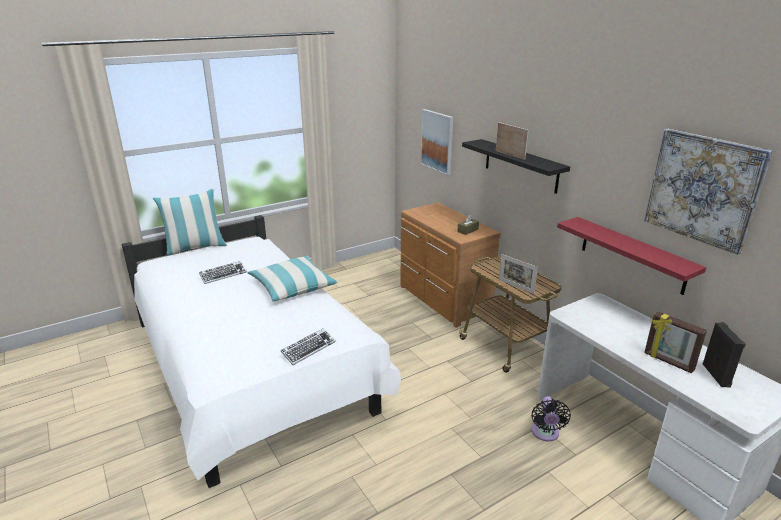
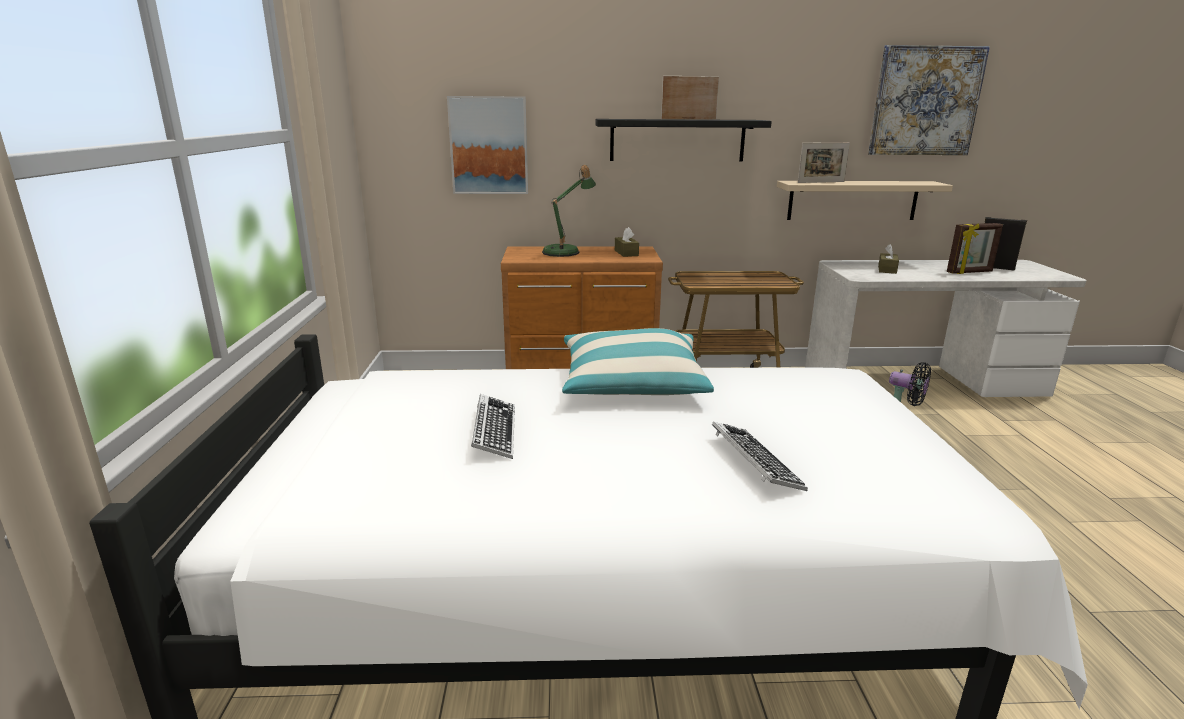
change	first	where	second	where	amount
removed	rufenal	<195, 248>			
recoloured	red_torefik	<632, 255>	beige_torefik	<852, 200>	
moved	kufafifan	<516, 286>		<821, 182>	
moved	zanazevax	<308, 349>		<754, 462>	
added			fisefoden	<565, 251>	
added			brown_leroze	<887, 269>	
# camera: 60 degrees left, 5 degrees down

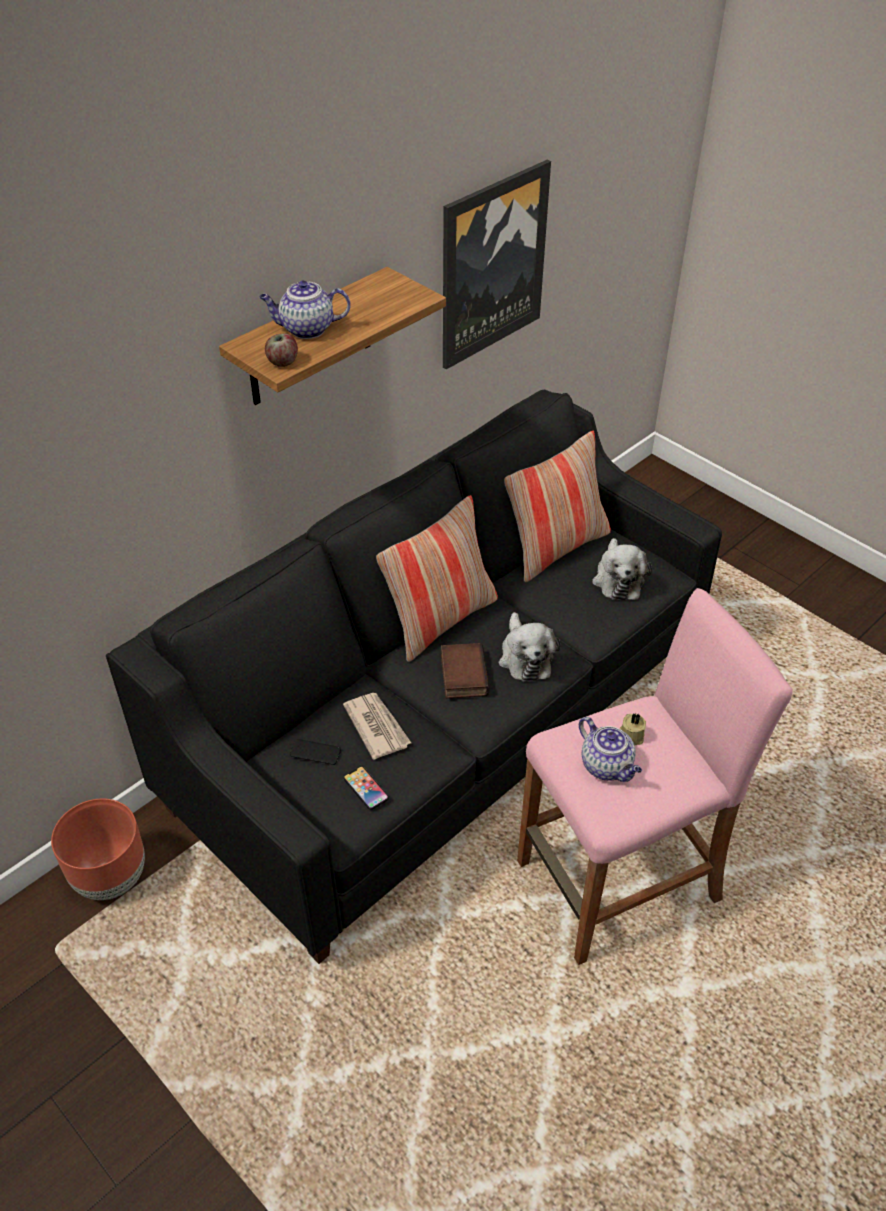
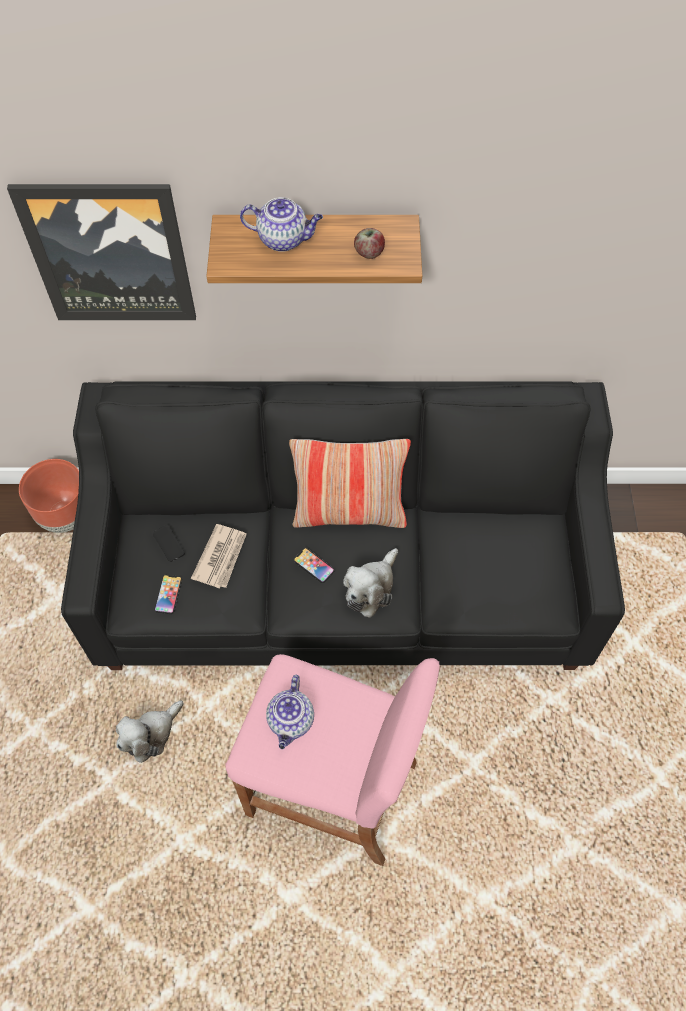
change	first	where	second	where	amount
moved	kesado	<491, 264>		<110, 253>	
turned	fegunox	<306, 329>		<284, 239>	150 degrees clockwise
moved	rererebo	<282, 362>		<369, 253>	
removed	rufenal	<556, 548>			
moved	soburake	<618, 579>		<151, 734>	
replaced	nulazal	<462, 674>	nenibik	<314, 565>	
removed	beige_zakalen	<631, 735>			
# camera: 45 degrees right, 15 degrees up

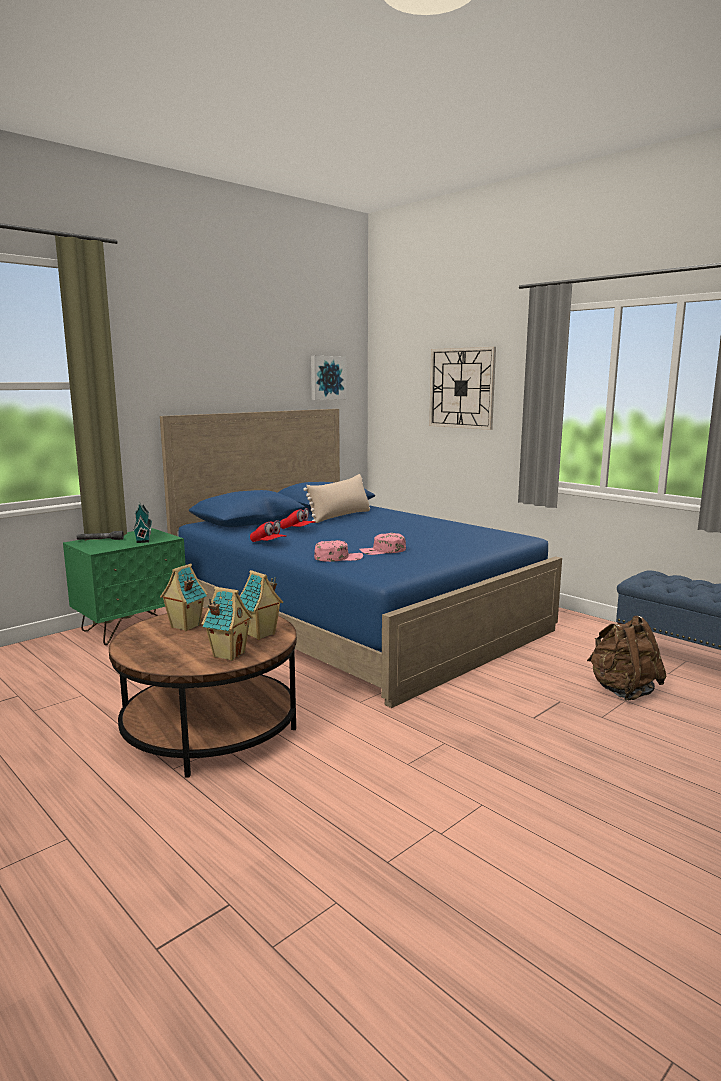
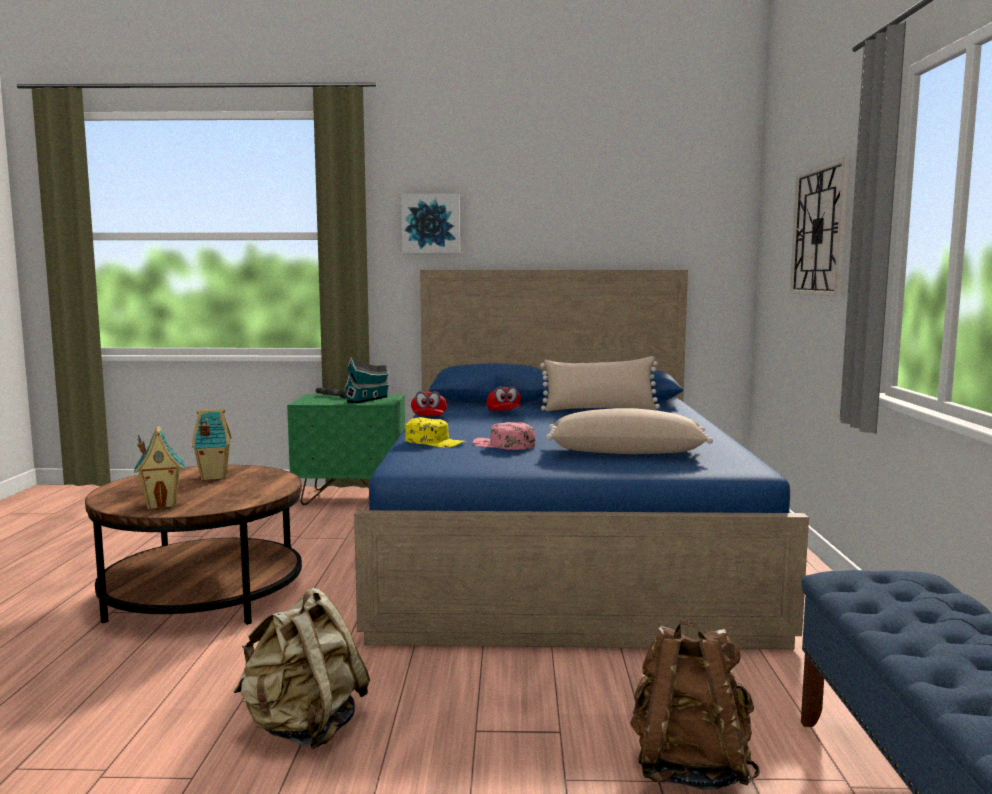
change	first	where	second	where	amount
moved	kesado	<327, 377>		<431, 224>	
recoloured	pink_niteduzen	<338, 558>	yellow_niteduzen	<435, 442>	
removed	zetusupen	<260, 634>			
added			beige_rufenal	<626, 452>	
added			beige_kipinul	<304, 728>	
# camera: 45 degrees right, 5 degrees down

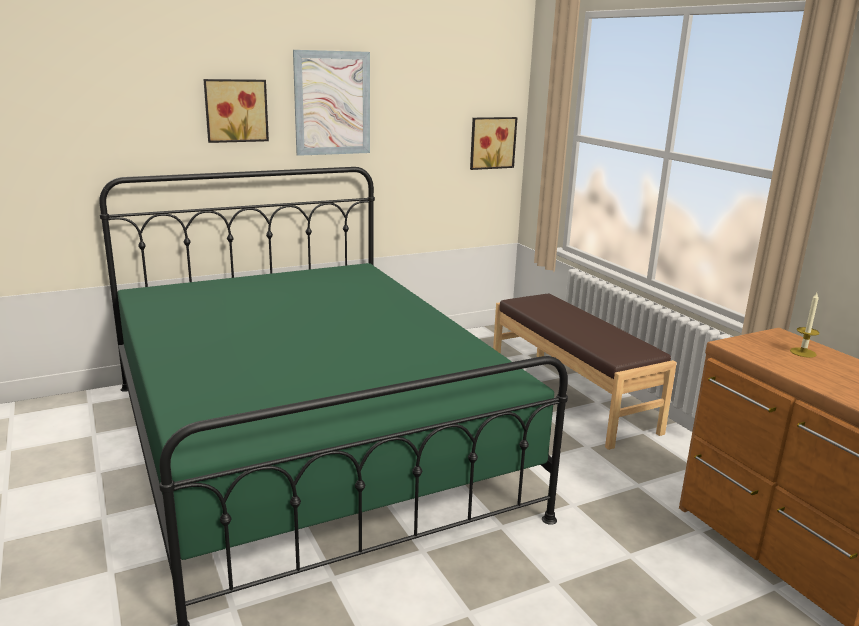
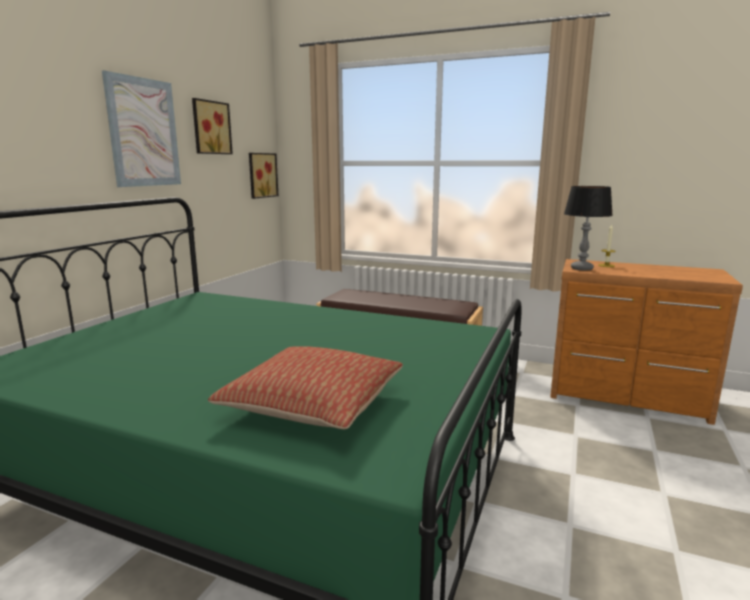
change	first	where	second	where	amount
moved	kesado	<236, 110>		<210, 127>	
added			fisefoden	<581, 268>	
added			rufenal	<313, 405>	
# camera: 40 degrees left, 5 degrees down

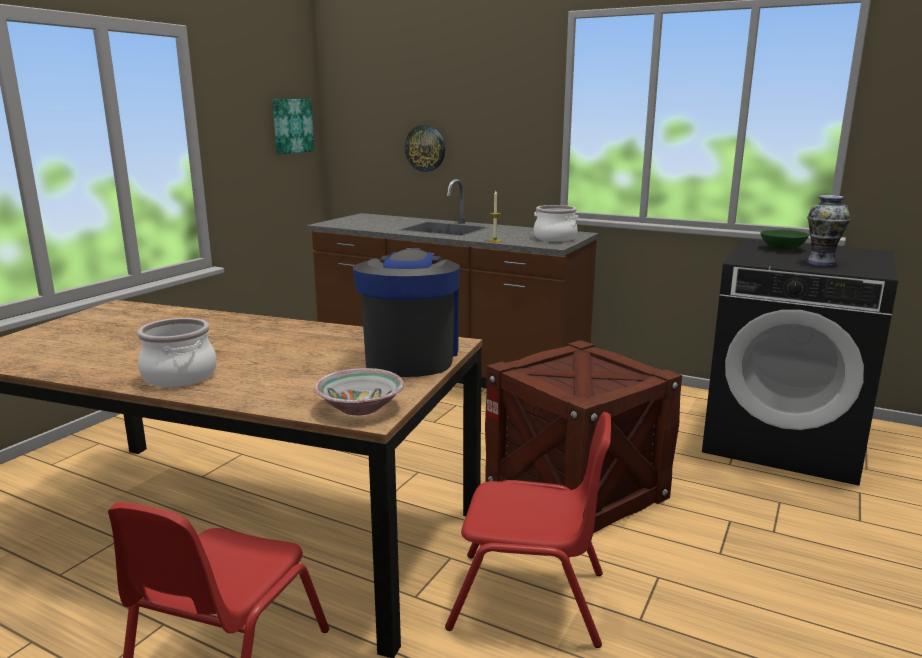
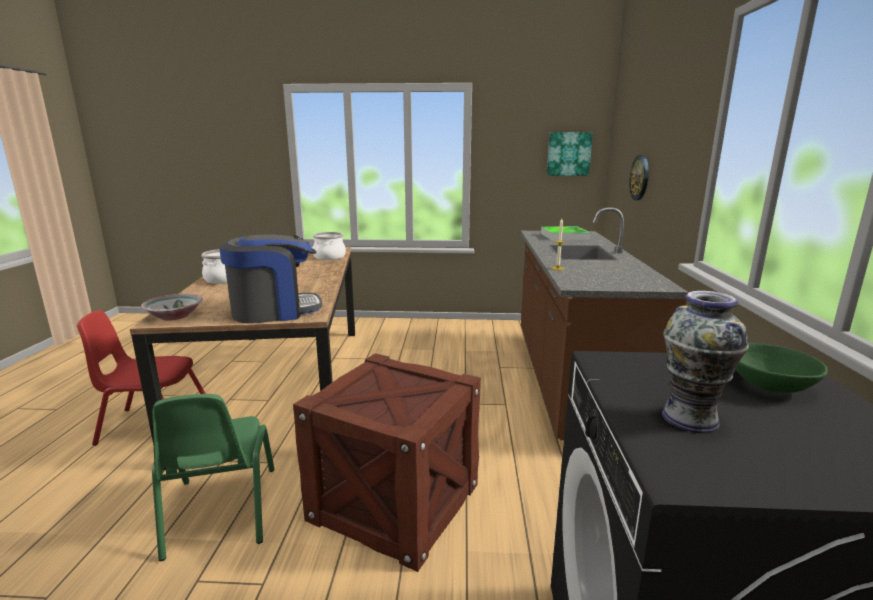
change	first	where	second	where	amount
moved	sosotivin	<555, 238>		<330, 257>	
recoloured	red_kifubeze	<529, 600>	green_kifubeze	<221, 511>	
added			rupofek	<564, 236>	
# camera: 65 degrees right, 0 degrees up

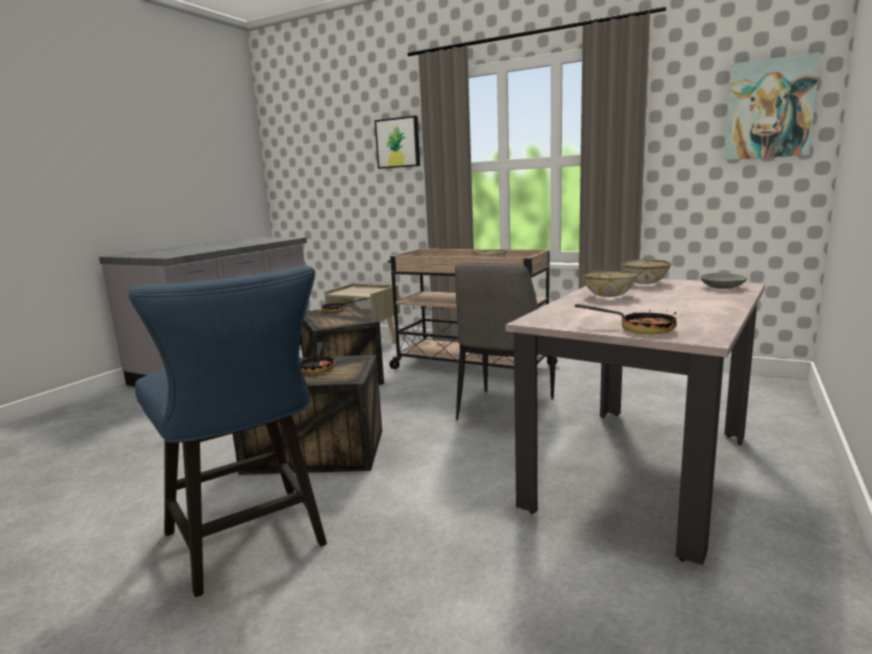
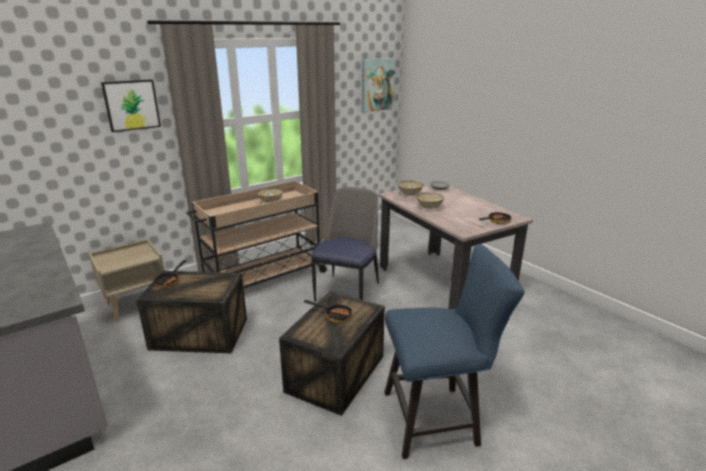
change	first	where	second	where	amount
turned	kifubeze	<506, 410>		<348, 291>	120 degrees counterclockwise
# camera: 65 degrees left, 10 degrees up

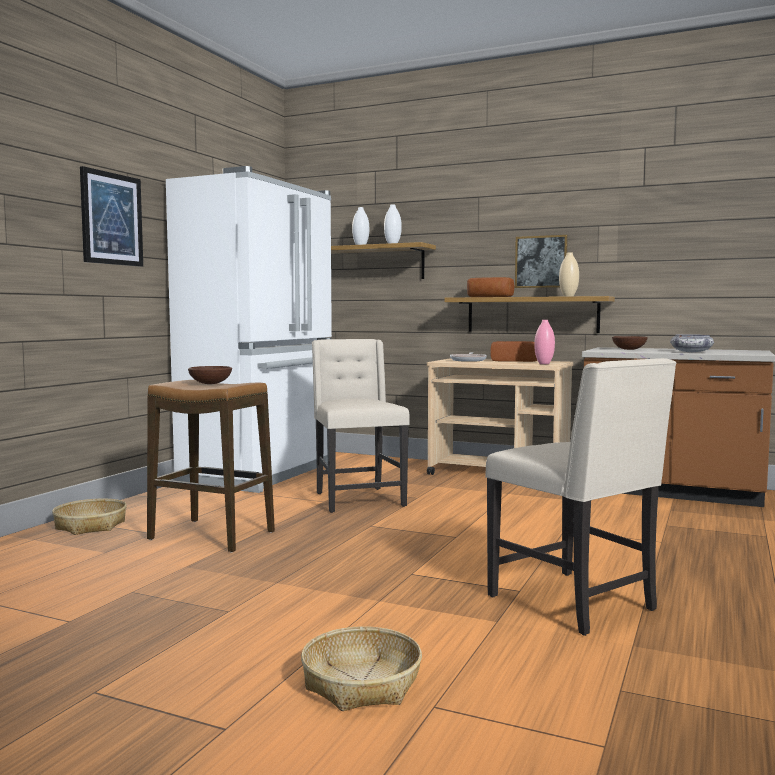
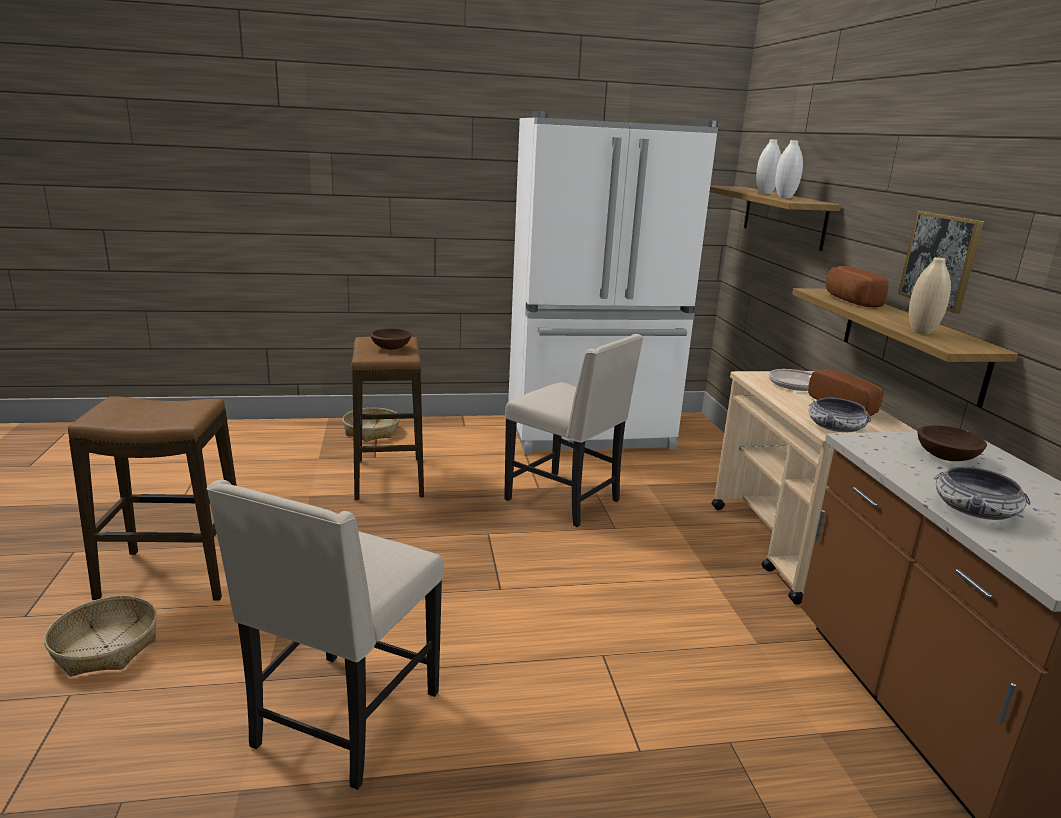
change	first	where	second	where	amount
removed	kesado	<111, 219>			
replaced	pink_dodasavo	<544, 364>	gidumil	<835, 428>	
turned	beige_kifubeze	<357, 499>		<565, 500>	90 degrees clockwise
added			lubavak	<173, 576>	
# camera: 55 degrees right, 15 degrees up

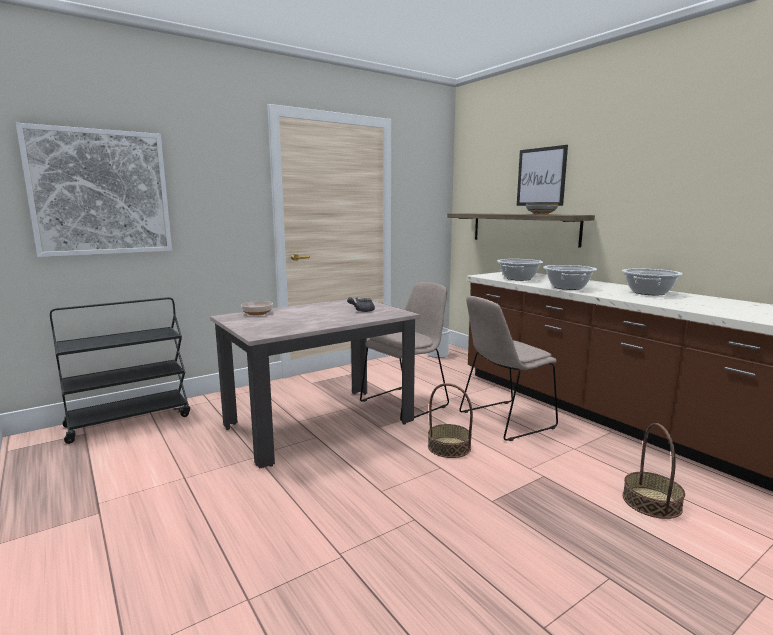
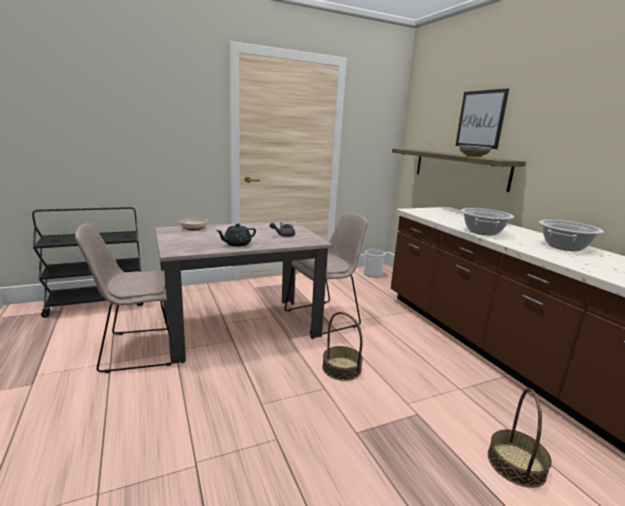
change	first	where	second	where	amount
removed	kesado	<101, 193>			
removed	sosotivin	<518, 278>			
moved	beige_kifubeze	<504, 421>		<138, 349>	
added			black_fegunox	<237, 244>	
# camera: 10 degrees right, 5 degrees up

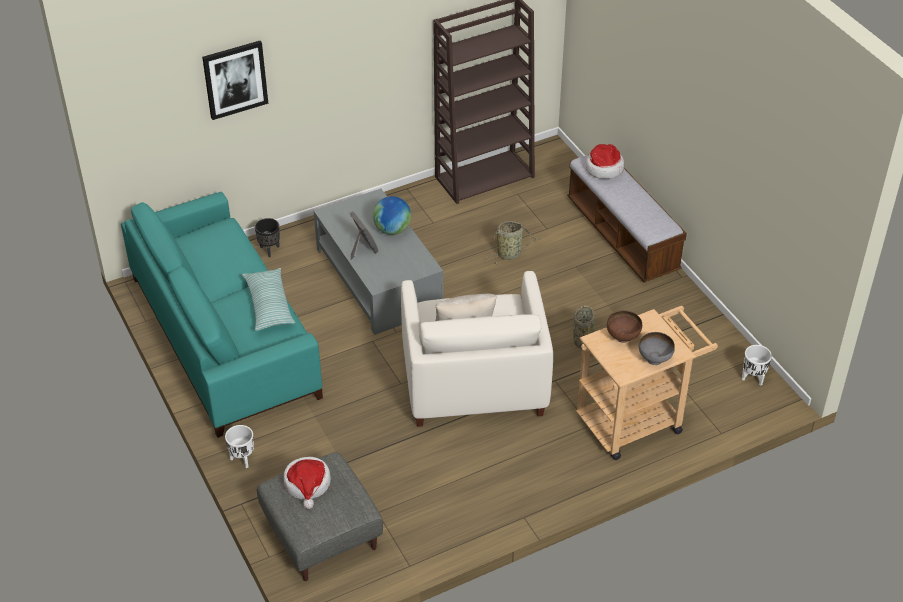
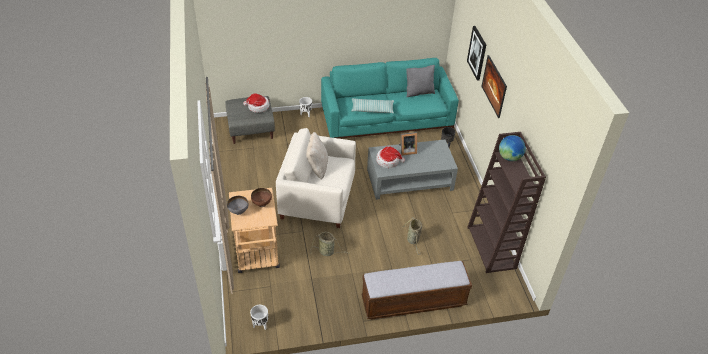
change	first	where	second	where	amount
moved	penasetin	<603, 168>		<388, 161>	
moved	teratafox	<392, 230>		<509, 157>	
added			kesado	<492, 94>	
added			grey_rufenal	<419, 92>	
# camera: 105 degrees right, 0 degrees up

